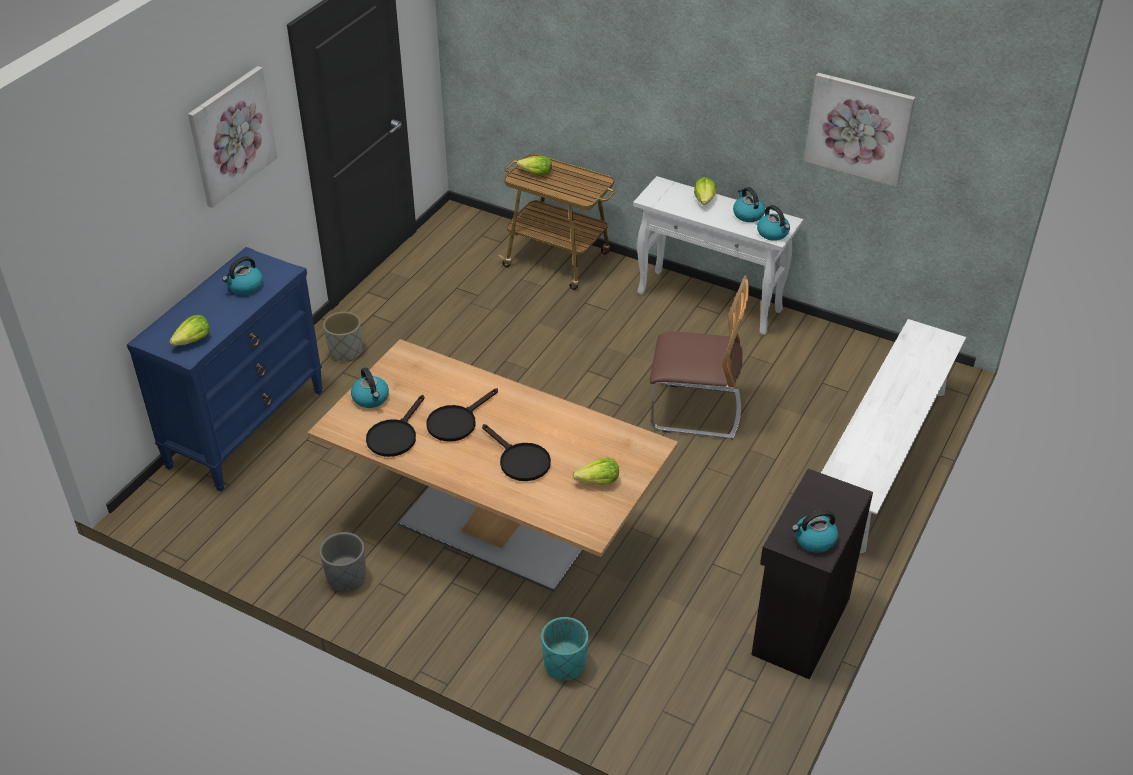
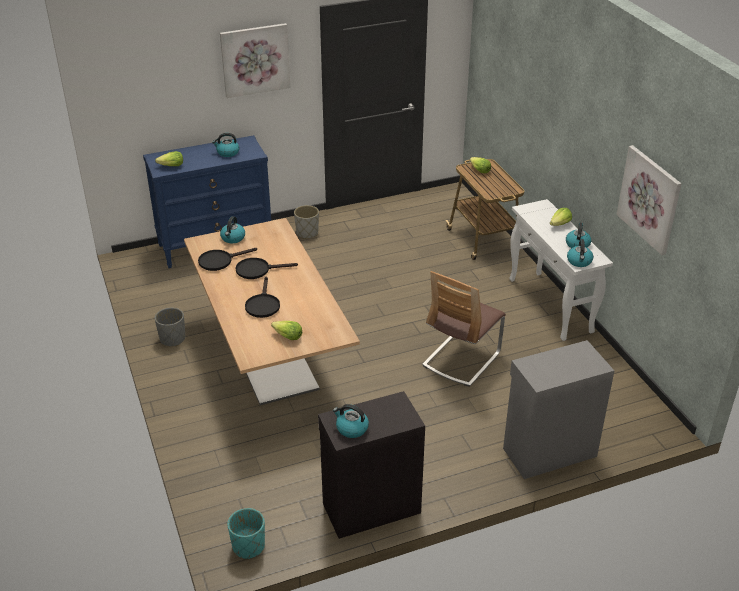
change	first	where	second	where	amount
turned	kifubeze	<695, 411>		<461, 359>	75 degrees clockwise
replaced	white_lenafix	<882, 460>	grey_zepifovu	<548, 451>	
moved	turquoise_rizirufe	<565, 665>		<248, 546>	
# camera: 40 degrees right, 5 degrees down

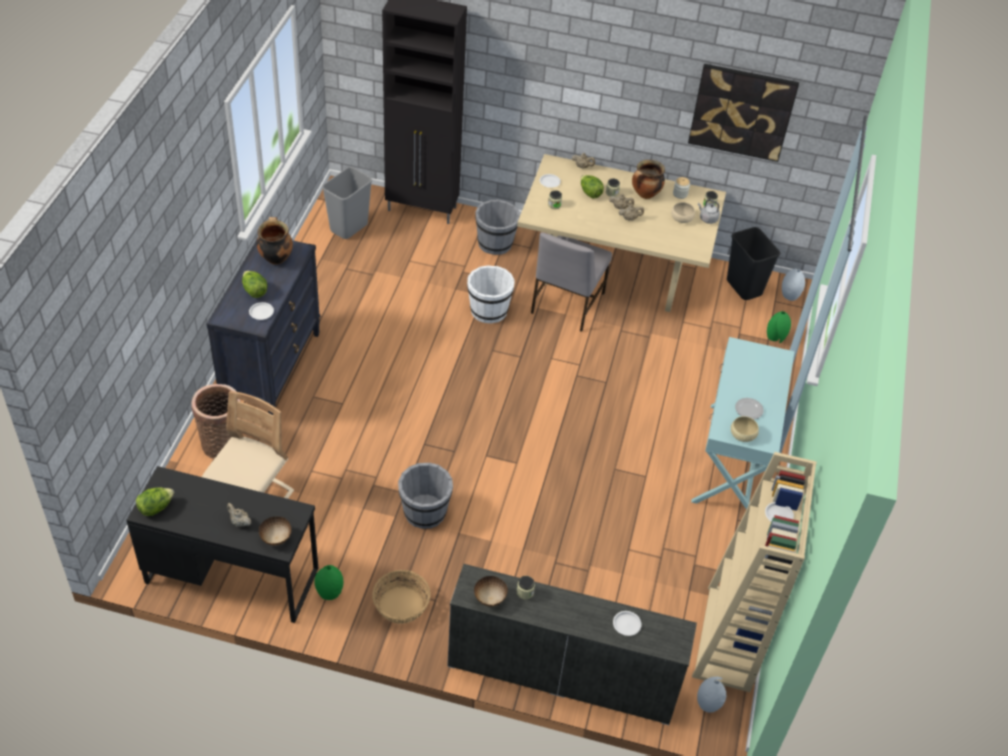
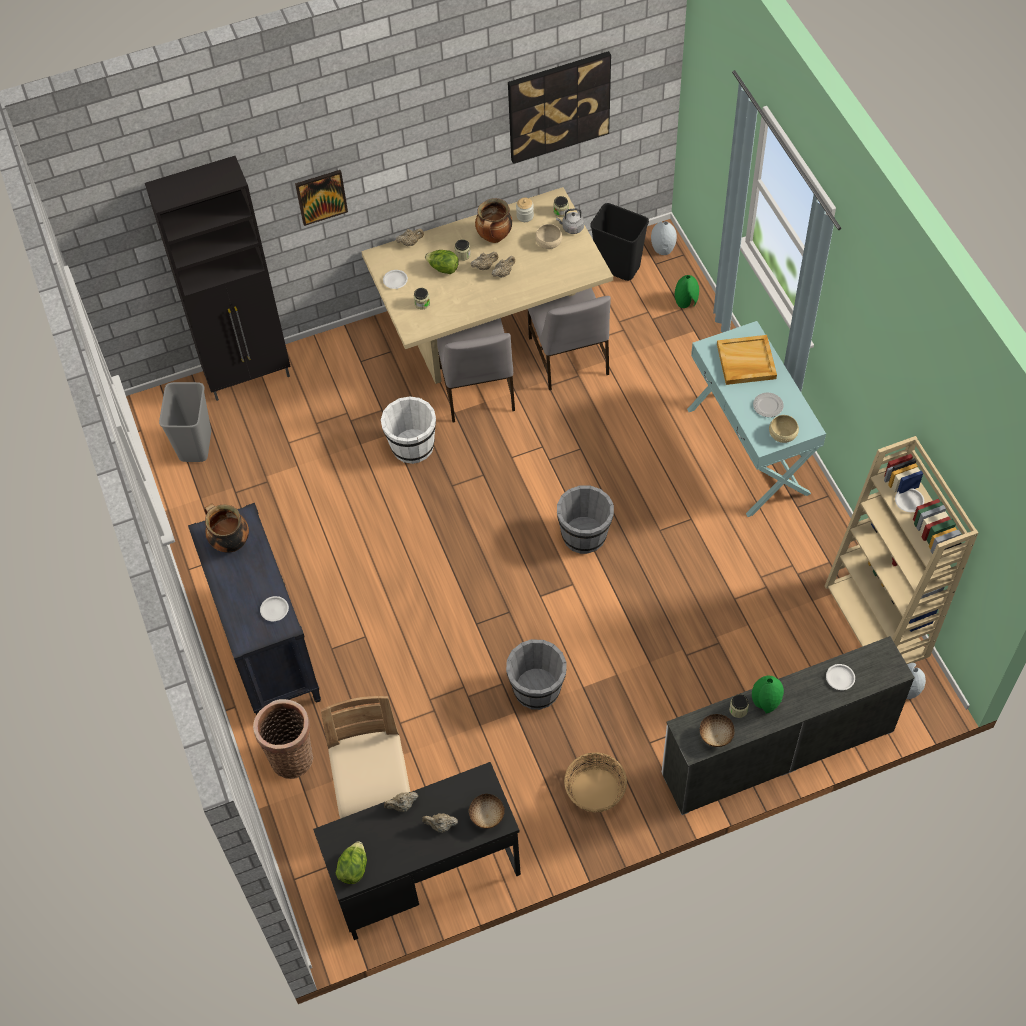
change	first	where	second	where	amount
moved	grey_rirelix	<495, 243>		<584, 535>	
removed	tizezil	<254, 291>			
moved	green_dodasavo	<330, 592>		<765, 703>	
added			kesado	<321, 196>	
added			grey_kifubeze	<568, 357>	
added			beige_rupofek	<745, 362>	
added			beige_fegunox	<402, 806>	
# camera: 30 degrees left, 10 degrees up

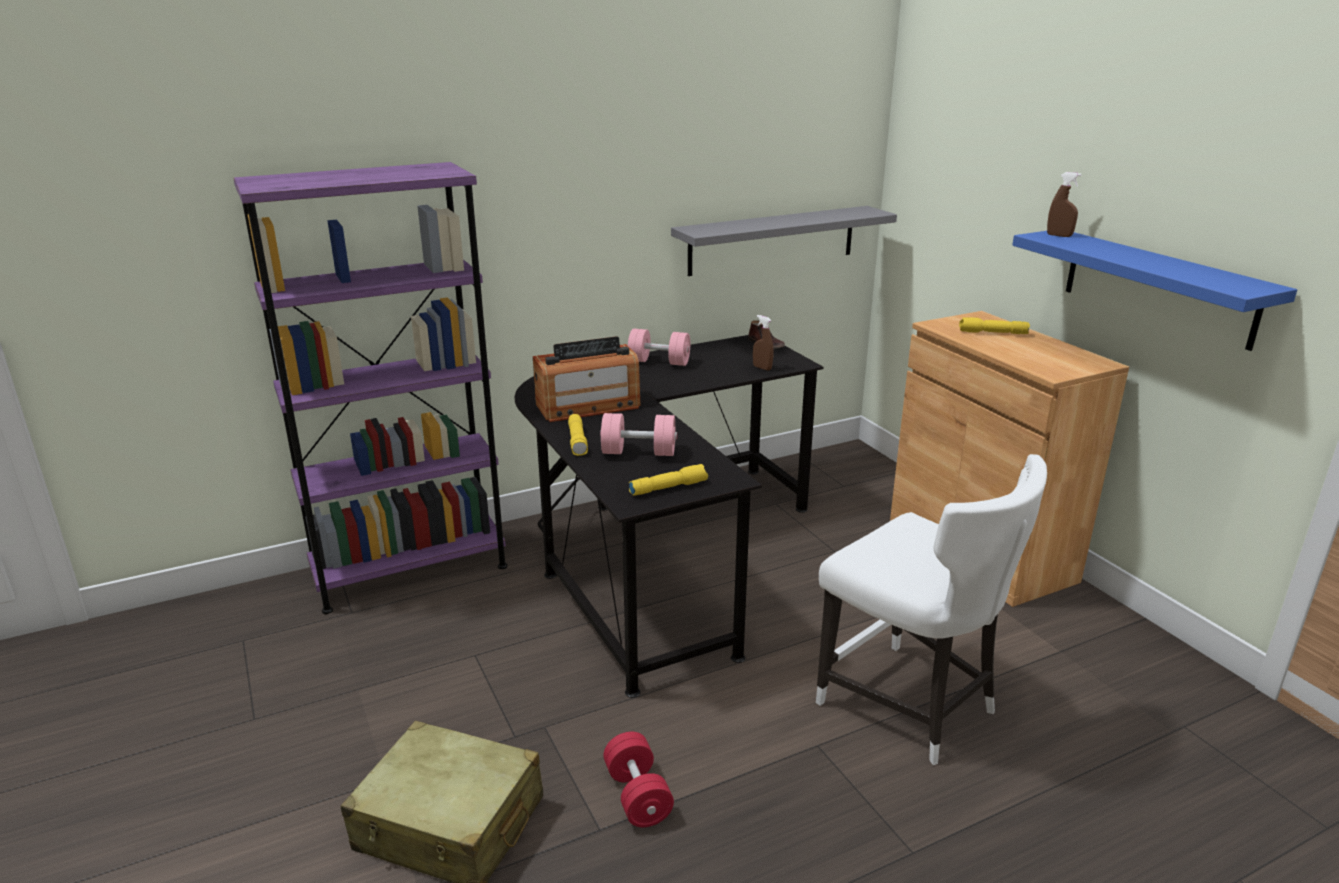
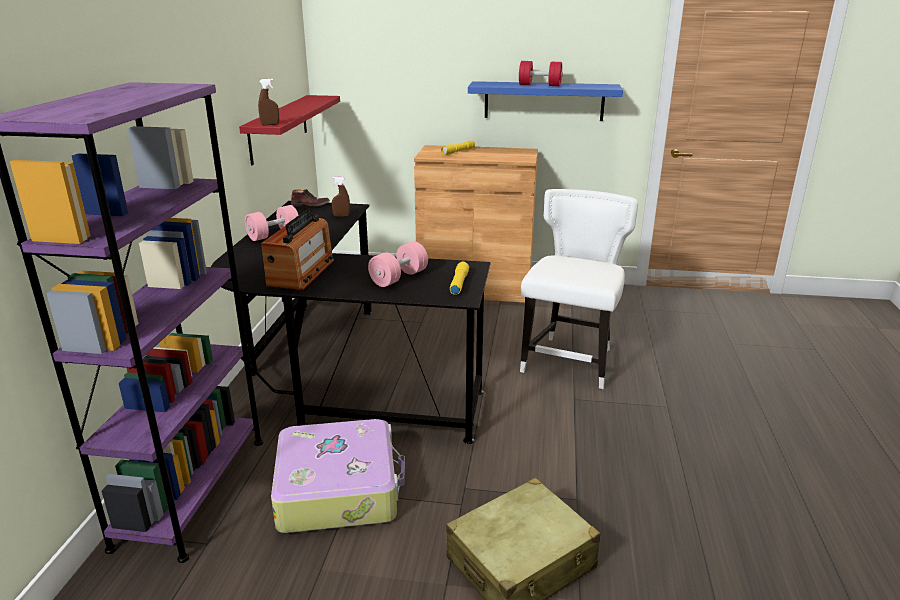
change	first	where	second	where	amount
moved	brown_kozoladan	<1059, 235>		<270, 124>	
recoloured	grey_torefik	<772, 240>	red_torefik	<279, 128>	
removed	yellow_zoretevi	<578, 441>			
turned	white_kifubeze	<910, 706>		<571, 361>	60 degrees counterclockwise
moved	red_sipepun	<637, 795>		<540, 85>	
added			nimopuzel	<339, 489>	
# camera: 55 degrees left, 0 degrees up

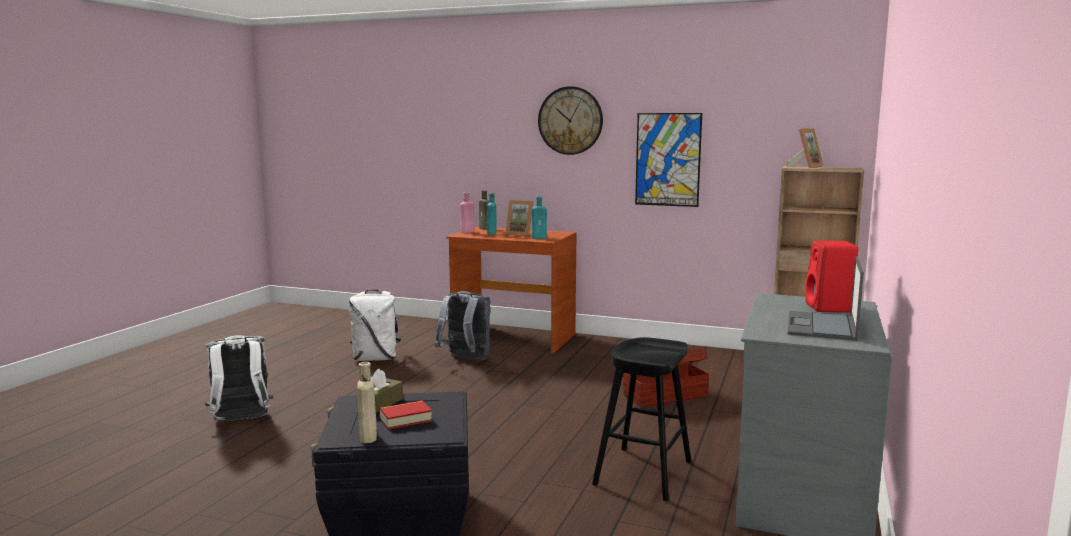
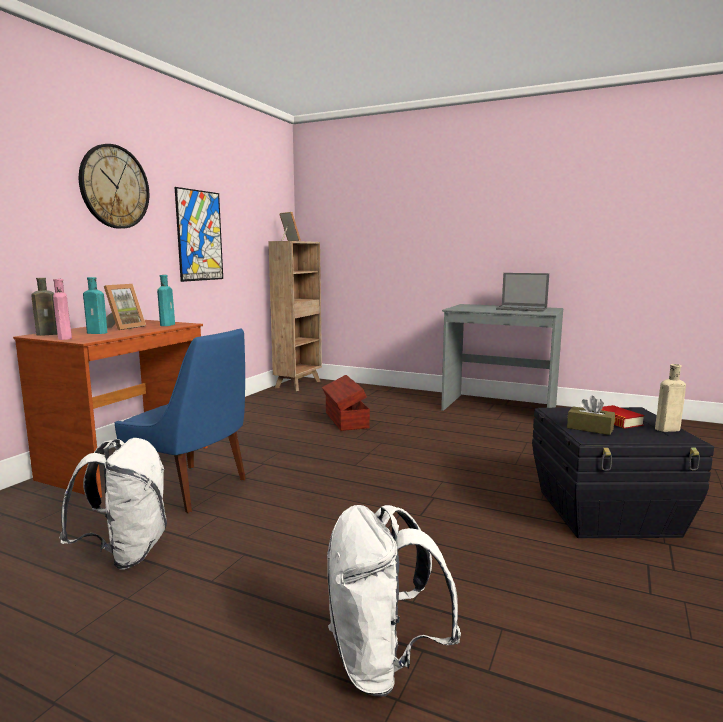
change	first	where	second	where	amount
removed	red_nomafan	<830, 308>			
replaced	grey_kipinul	<466, 360>	blue_kifubeze	<193, 489>	
removed	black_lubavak	<643, 473>			
# camera: 85 degrees left, 0 degrees up

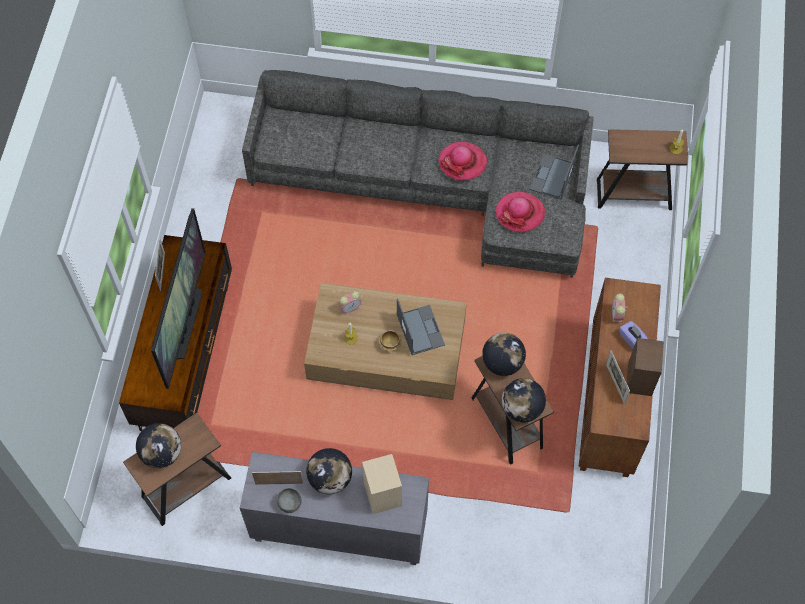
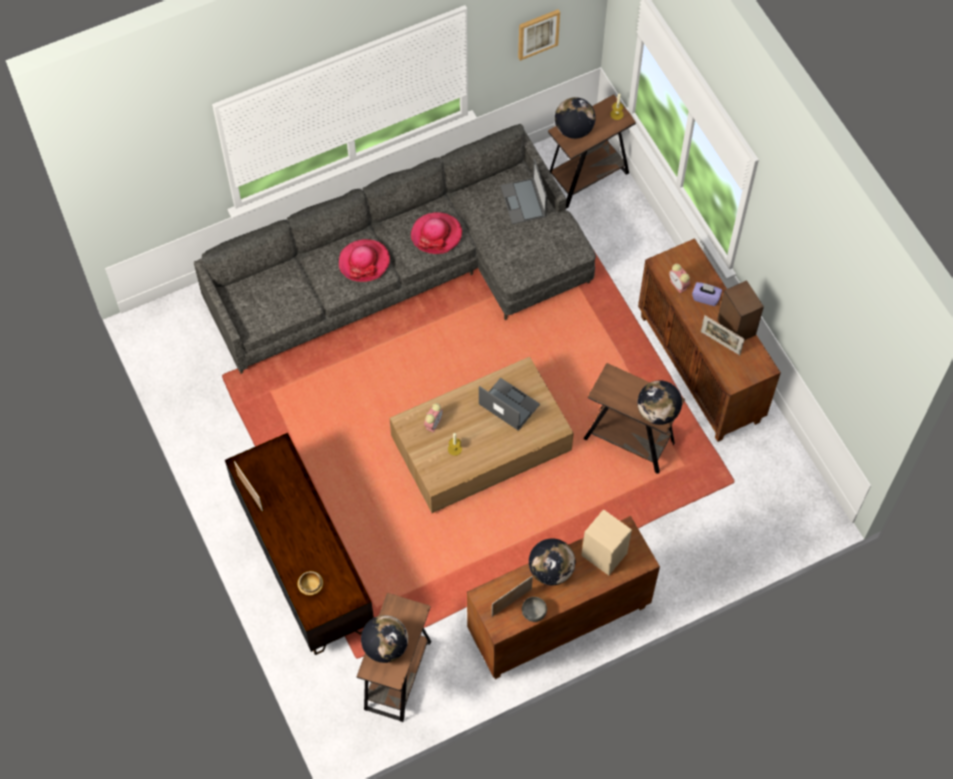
change	first	where	second	where	amount
moved	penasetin	<520, 213>		<364, 262>	
removed	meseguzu	<185, 323>			
moved	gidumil	<389, 344>		<310, 587>	
moved	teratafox	<502, 362>		<574, 129>	
recoloured	grey_zepifovu	<338, 530>	brown_zepifovu	<558, 623>	
added			kesado	<538, 33>	
# camera: 35 degrees left, 0 degrees up

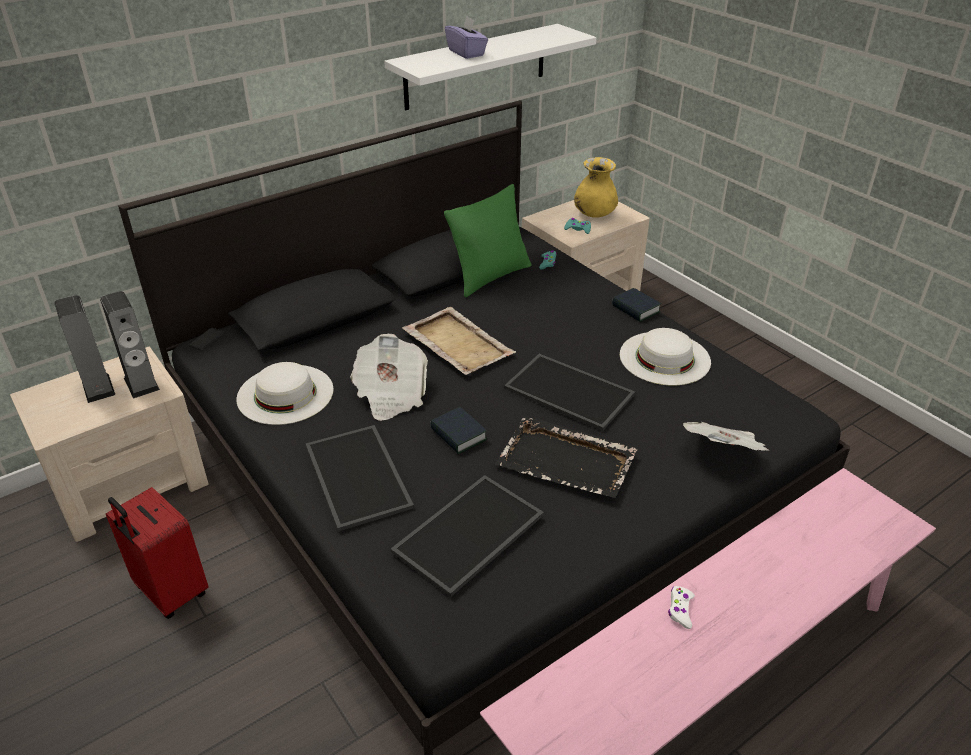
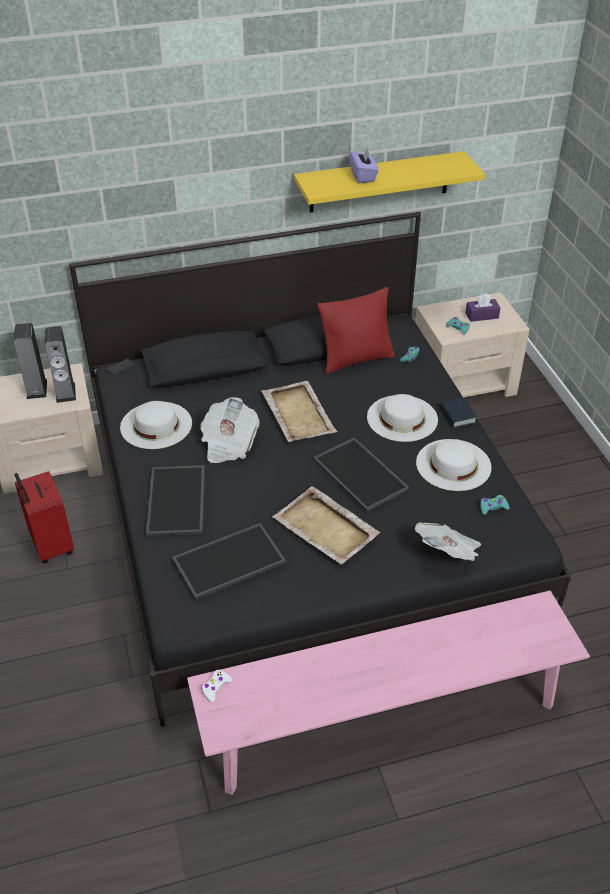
change	first	where	second	where	amount
recoloured	white_torefik	<476, 66>	yellow_torefik	<379, 182>	
replaced	yellow_dodasavo	<594, 214>	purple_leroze	<482, 315>	
recoloured	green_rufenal	<490, 276>	red_rufenal	<356, 359>	
removed	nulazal	<458, 435>			
recoloured	black_rupofek	<567, 461>	beige_rupofek	<326, 528>	
moved	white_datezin	<680, 610>		<215, 687>	
added			white_penasetin	<402, 418>	
added			turquoise_datezin	<493, 507>	
# camera: 20 degrees right, 5 degrees up

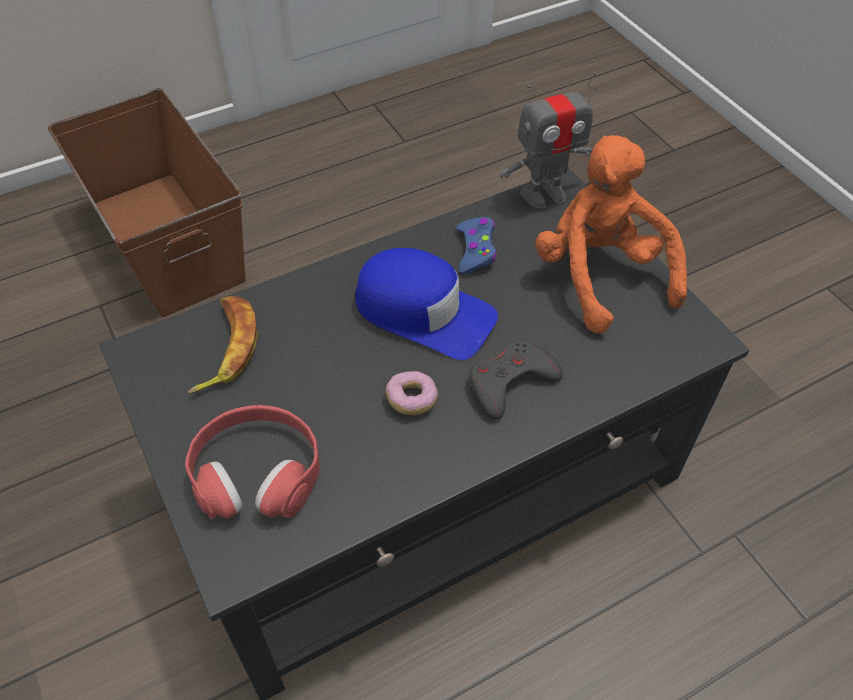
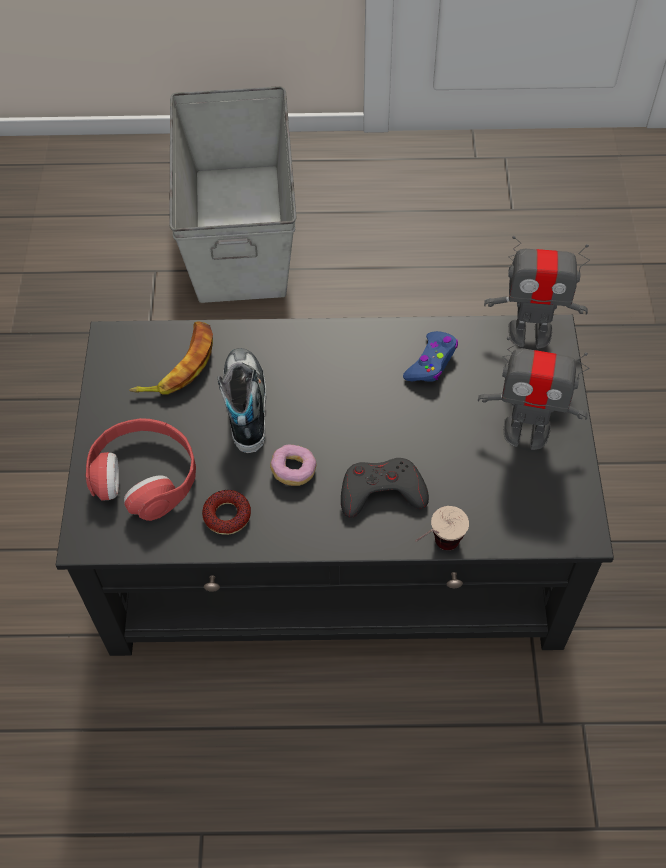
change	first	where	second	where	amount
recoloured	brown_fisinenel	<168, 239>	grey_fisinenel	<240, 230>	
replaced	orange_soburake	<600, 275>	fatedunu	<526, 431>	
removed	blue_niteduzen	<424, 312>			
added			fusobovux	<245, 404>	
added			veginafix	<227, 515>	
added			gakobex	<436, 549>	
# camera: 30 degrees right, 5 degrees up

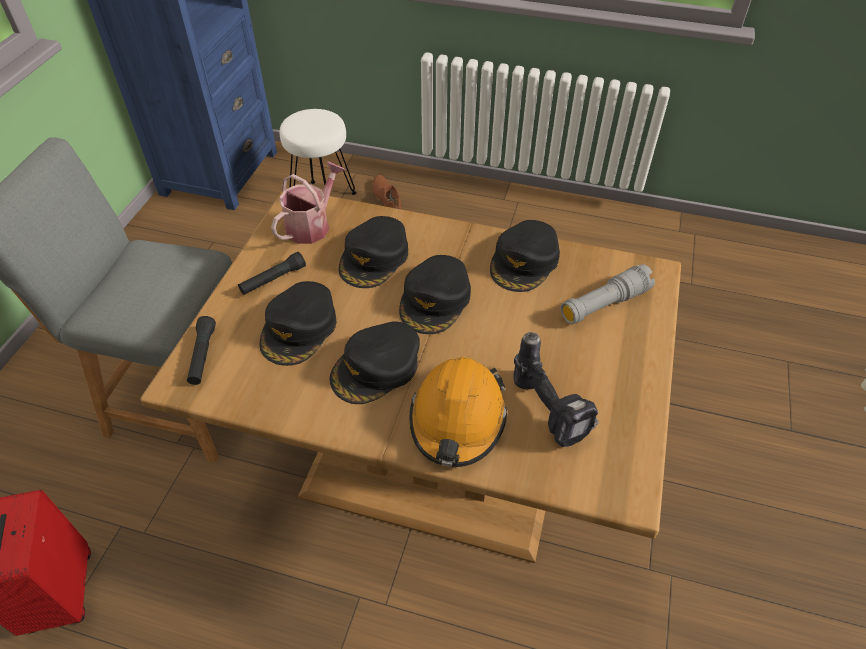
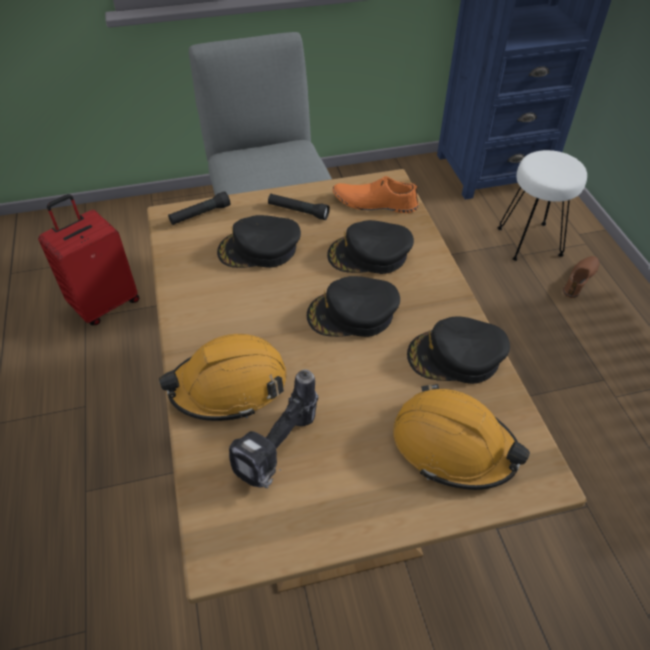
change	first	where	second	where	amount
replaced	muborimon	<312, 225>	orange_fusobovux	<374, 202>	
replaced	grey_zoretevi	<604, 304>	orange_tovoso	<453, 446>	
removed	black_niteduzen	<376, 368>			
# camera: 60 degrees right, 0 degrees up

